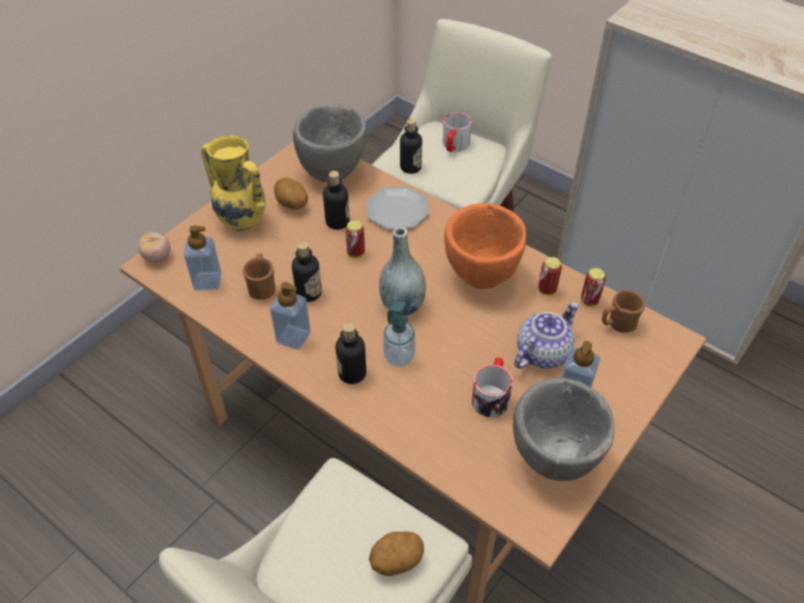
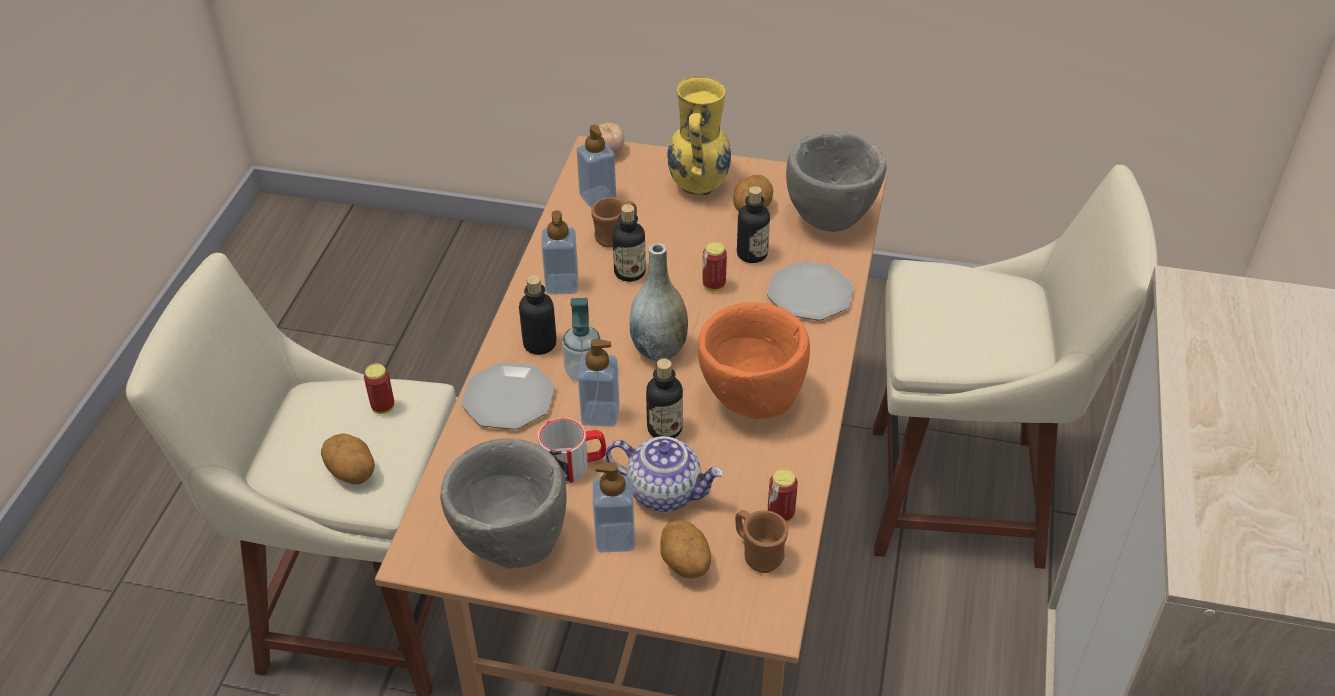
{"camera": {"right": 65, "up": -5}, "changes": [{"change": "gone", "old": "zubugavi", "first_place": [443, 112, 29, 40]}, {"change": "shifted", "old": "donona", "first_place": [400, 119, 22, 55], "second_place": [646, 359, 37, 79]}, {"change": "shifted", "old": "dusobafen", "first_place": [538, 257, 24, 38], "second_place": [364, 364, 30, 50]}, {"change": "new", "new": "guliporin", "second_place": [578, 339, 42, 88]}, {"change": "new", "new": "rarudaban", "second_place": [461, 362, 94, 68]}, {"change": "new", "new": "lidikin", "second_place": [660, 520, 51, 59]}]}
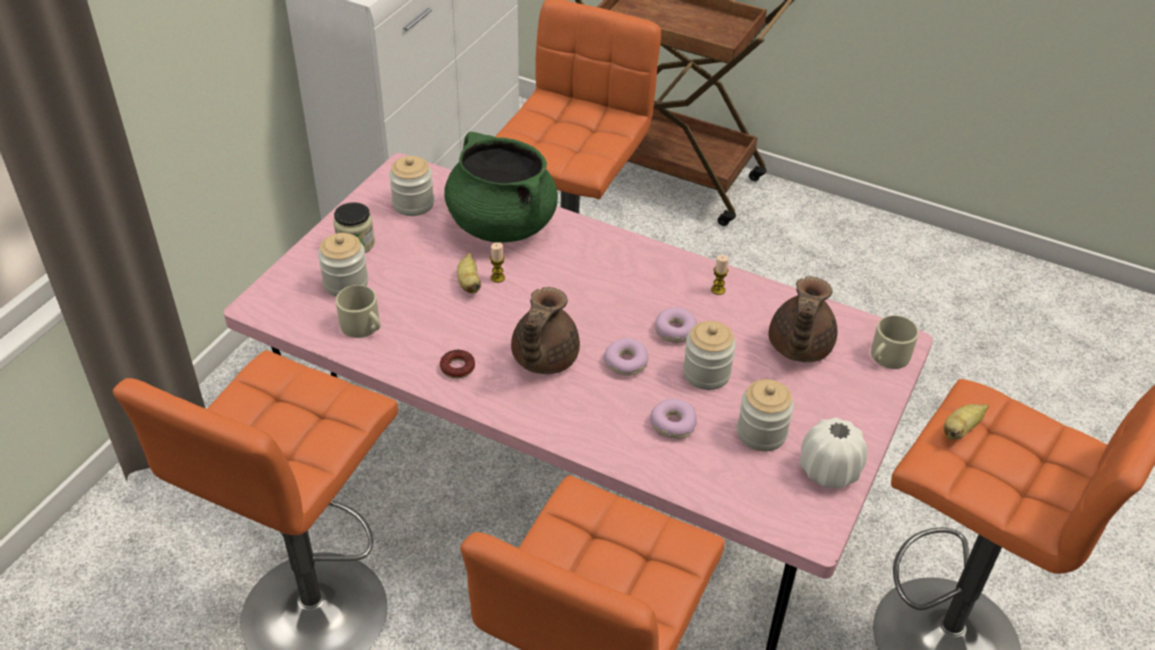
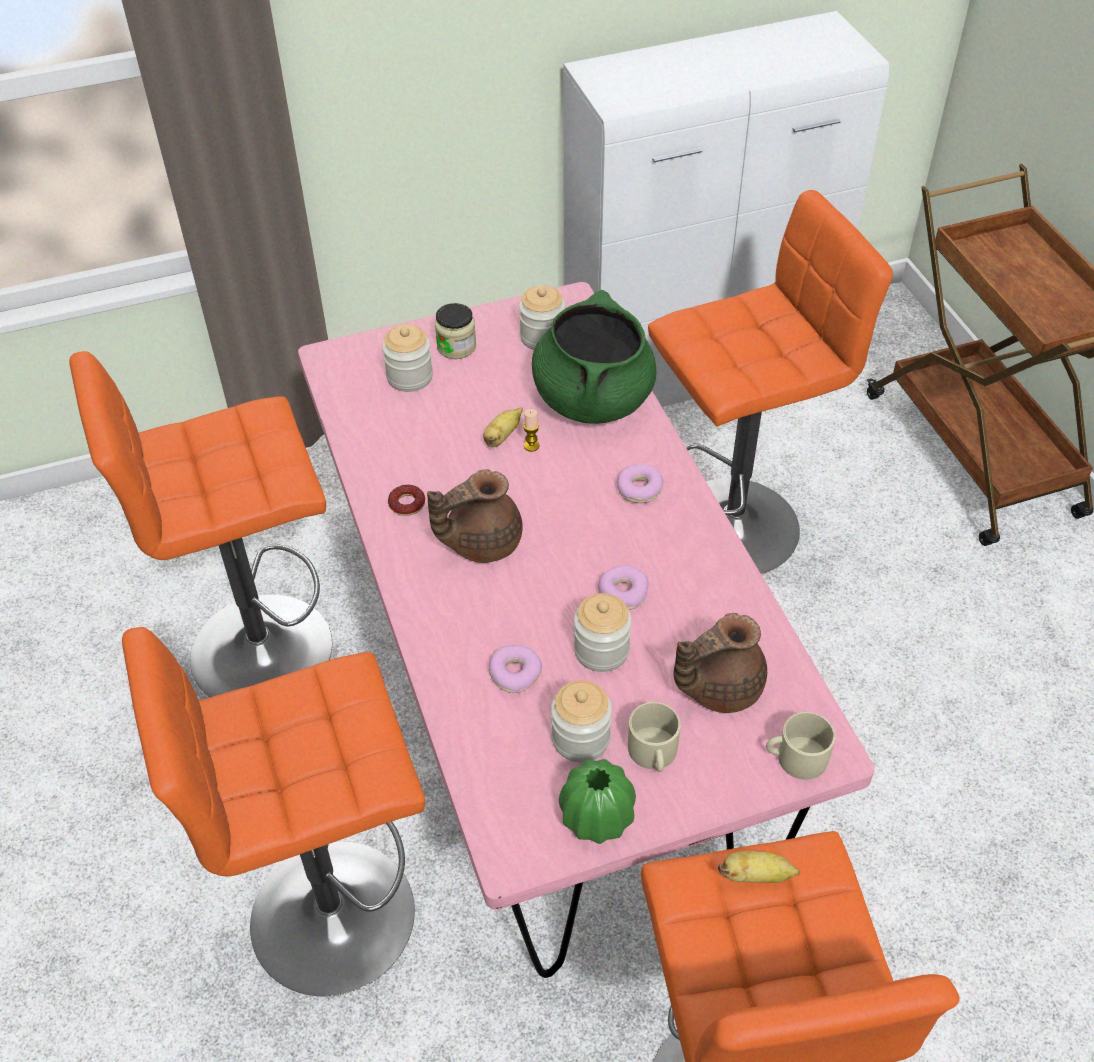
{"camera": {"right": 45, "up": 5}, "changes": [{"change": "gone", "old": "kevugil", "first_place": [711, 255, 18, 40]}, {"change": "shifted", "old": "zubugavi (beige)", "first_place": [336, 285, 45, 53], "second_place": [628, 702, 53, 70]}, {"change": "shifted", "old": "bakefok", "first_place": [603, 338, 46, 38], "second_place": [616, 464, 47, 39]}, {"change": "repainted", "old": "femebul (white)", "new": "femebul (green)", "first_place": [800, 418, 67, 70], "second_place": [559, 759, 77, 85]}]}
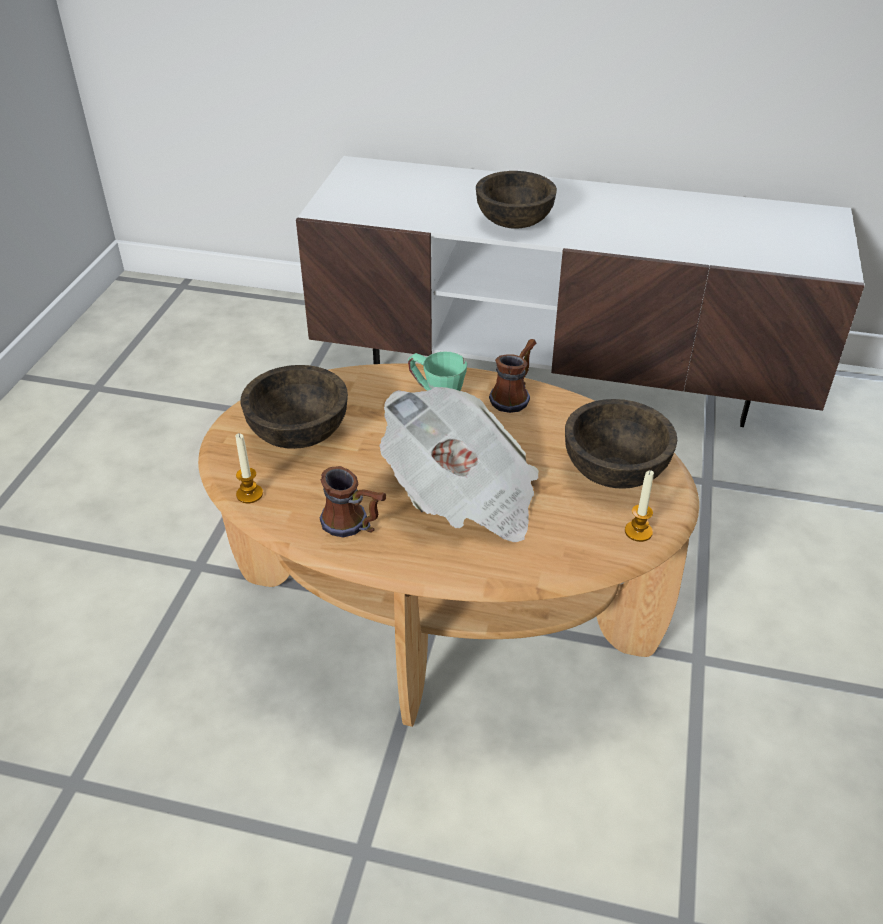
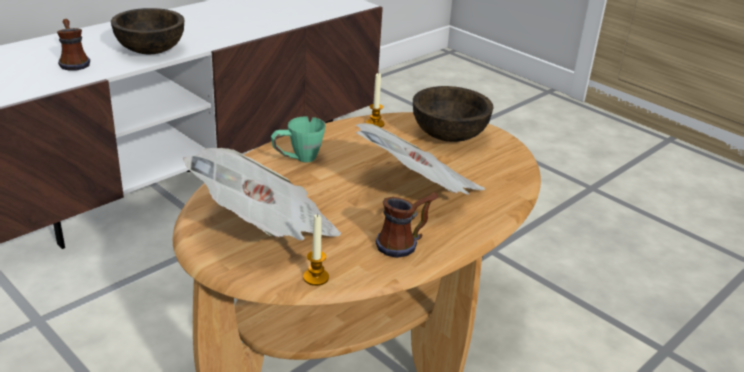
{"camera": {"right": -60, "up": -10}, "changes": [{"change": "shifted", "old": "zubugavi", "first_place": [489, 339, 48, 74], "second_place": [57, 19, 33, 52]}, {"change": "swapped", "old": "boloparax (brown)", "new": "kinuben", "first_place": [240, 365, 108, 84], "second_place": [183, 148, 158, 92]}, {"change": "shifted", "old": "kevugil", "first_place": [625, 471, 29, 71], "second_place": [366, 72, 19, 56]}]}
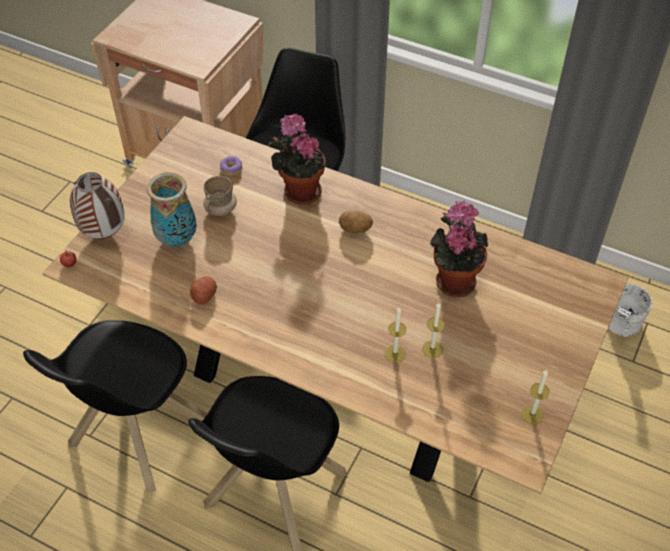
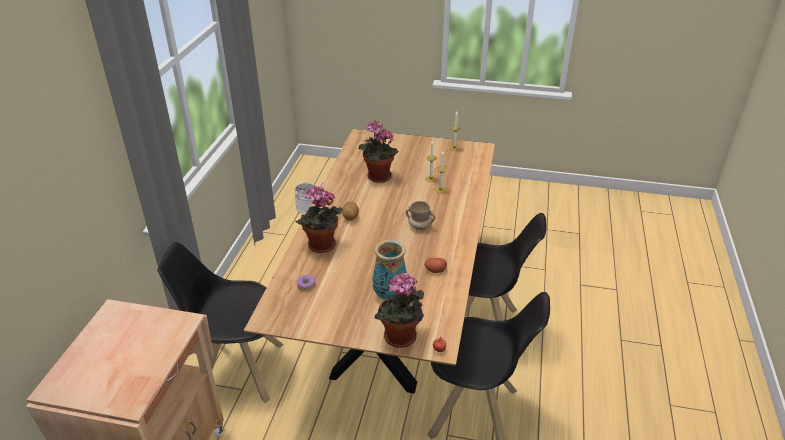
{"camera": {"right": -105, "up": -15}, "changes": [{"change": "swapped", "old": "femebul", "new": "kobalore", "first_place": [70, 172, 55, 67], "second_place": [375, 273, 49, 75]}, {"change": "shifted", "old": "zubugavi (beige)", "first_place": [203, 176, 34, 40], "second_place": [406, 201, 29, 29]}]}
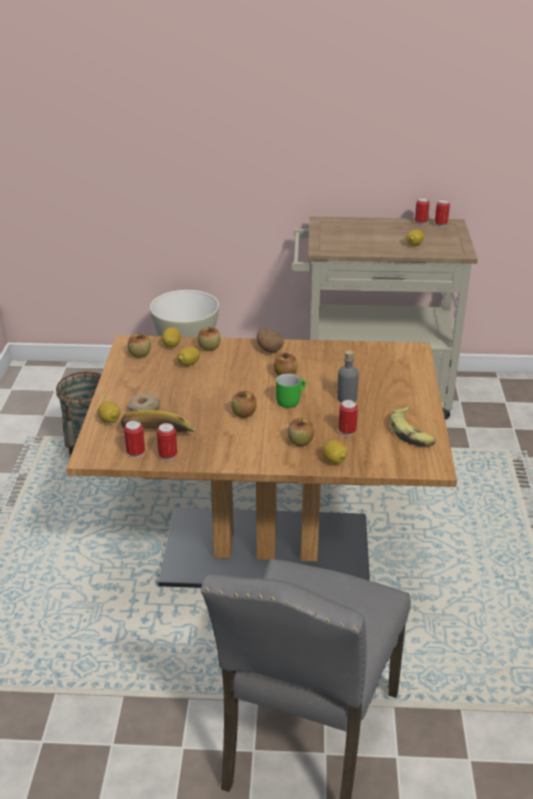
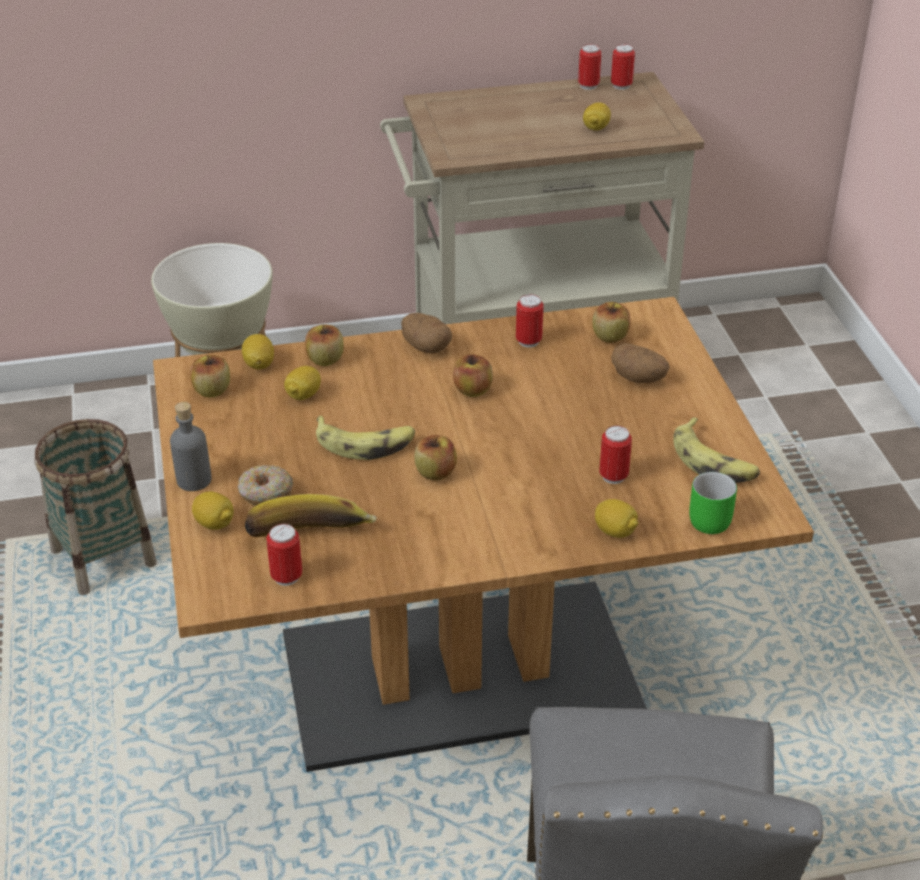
{"camera": {"right": -15, "up": 5}, "changes": [{"change": "shifted", "old": "donona (grey)", "first_place": [337, 350, 22, 53], "second_place": [170, 402, 42, 89]}, {"change": "shifted", "old": "zubugavi (green)", "first_place": [276, 373, 30, 35], "second_place": [689, 472, 48, 62]}, {"change": "shifted", "old": "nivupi", "first_place": [288, 418, 26, 28], "second_place": [592, 302, 38, 41]}, {"change": "shifted", "old": "dusobafen", "first_place": [157, 423, 20, 37], "second_place": [516, 294, 28, 53]}, {"change": "new", "new": "lidikin", "second_place": [611, 343, 59, 40]}, {"change": "new", "new": "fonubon", "second_place": [316, 416, 99, 44]}]}
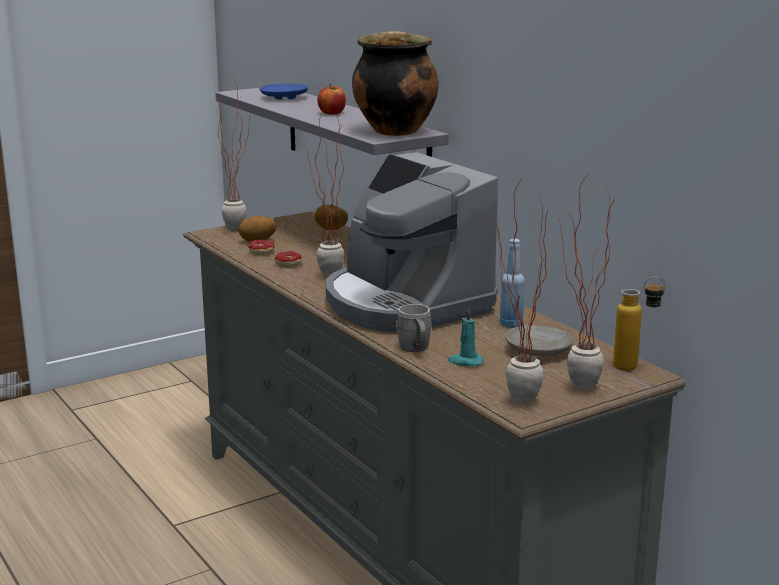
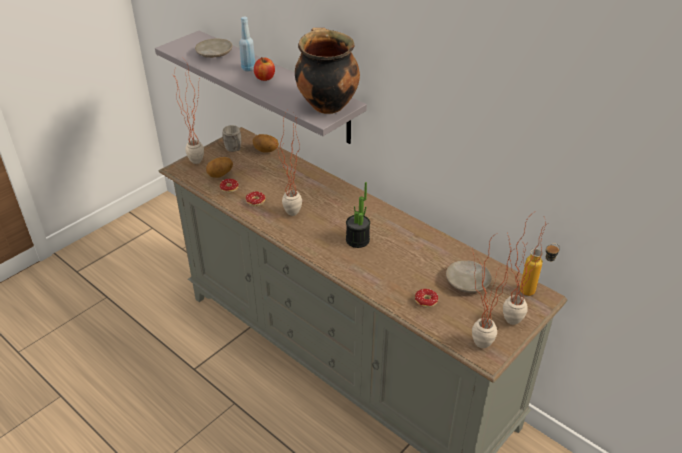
{"camera": {"right": -15, "up": 20}, "changes": [{"change": "repainted", "old": "rarudaban (blue)", "new": "rarudaban (beige)", "first_place": [260, 84, 48, 16], "second_place": [195, 39, 38, 19]}, {"change": "swapped", "old": "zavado", "new": "kobalore", "first_place": [325, 152, 173, 180], "second_place": [346, 182, 24, 66]}, {"change": "shifted", "old": "donona (blue)", "first_place": [500, 239, 25, 89], "second_place": [239, 17, 16, 55]}, {"change": "shifted", "old": "zubugavi (grey)", "first_place": [396, 304, 35, 48], "second_place": [222, 125, 19, 27]}, {"change": "swapped", "old": "kevugil (turquoise)", "new": "bakefok", "first_place": [448, 308, 36, 58], "second_place": [415, 289, 23, 19]}]}
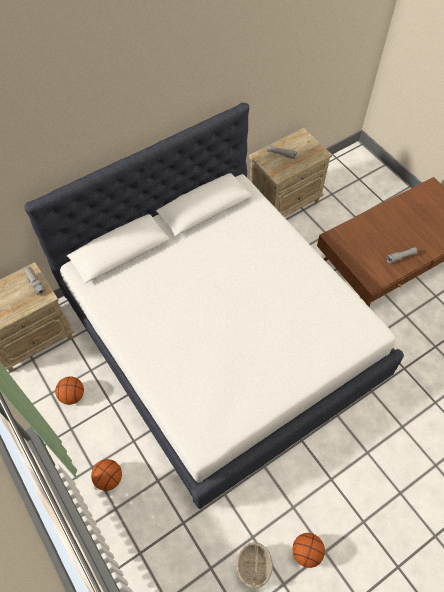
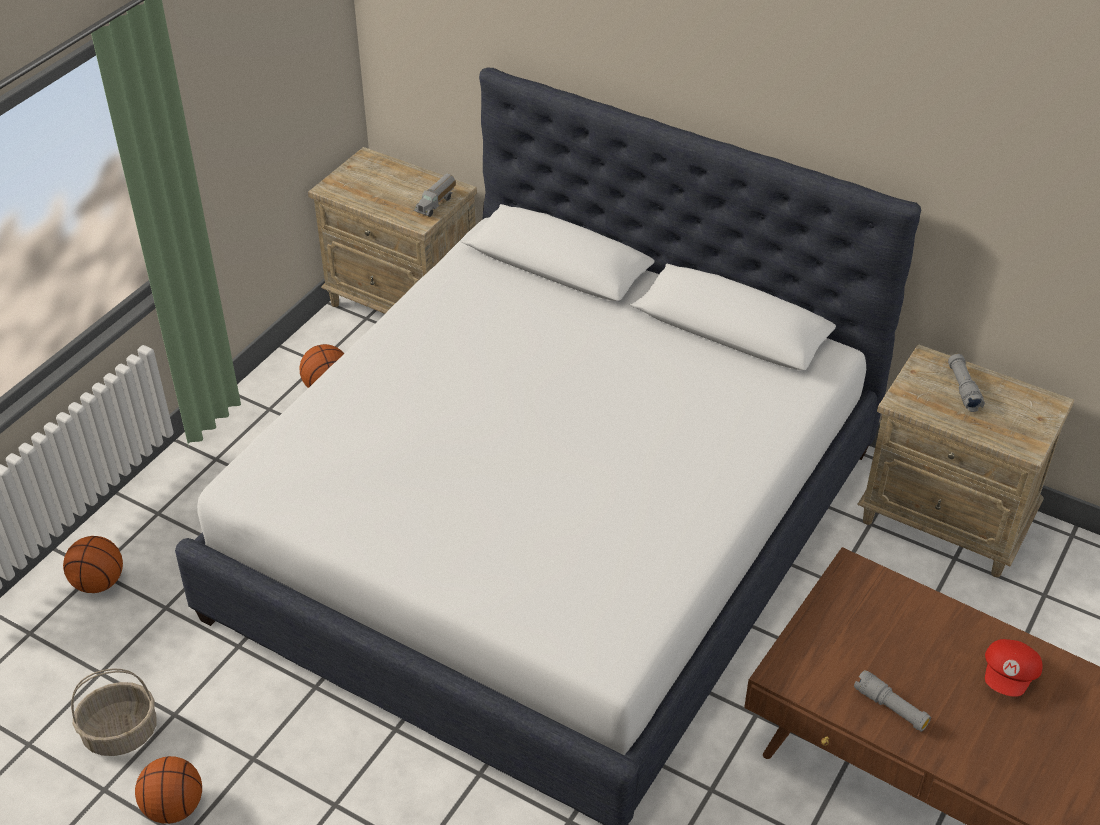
{"camera": {"right": 65, "up": -15}, "changes": [{"change": "shifted", "old": "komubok", "first_place": [91, 459, 31, 32], "second_place": [63, 536, 60, 57]}, {"change": "new", "new": "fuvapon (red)", "second_place": [985, 639, 57, 58]}]}
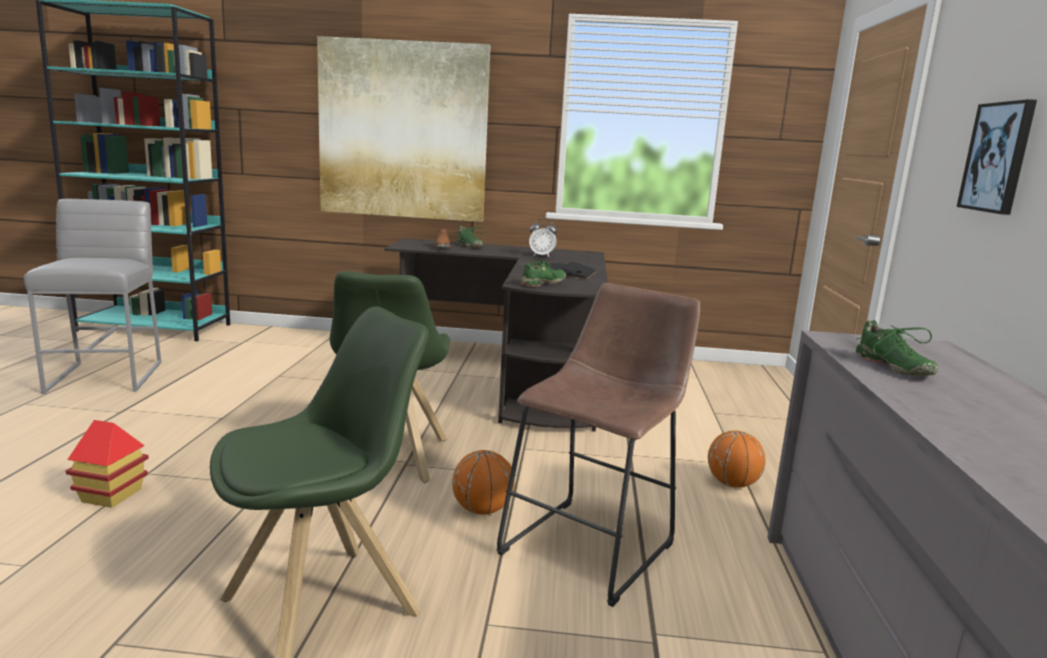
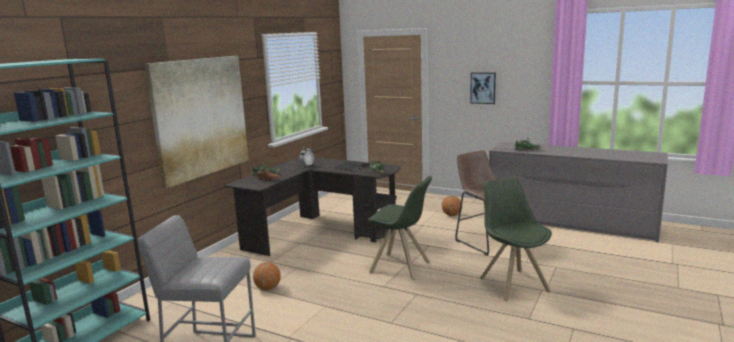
{"camera": {"right": -65, "up": 0}, "changes": [{"change": "gone", "old": "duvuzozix", "first_place": [66, 420, 83, 88]}, {"change": "shifted", "old": "komubok", "first_place": [452, 450, 63, 65], "second_place": [253, 262, 28, 28]}]}
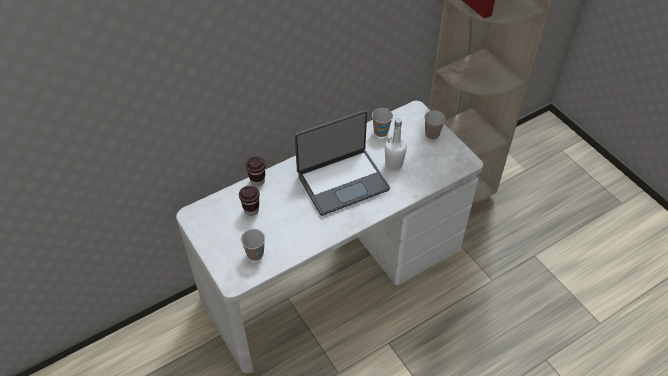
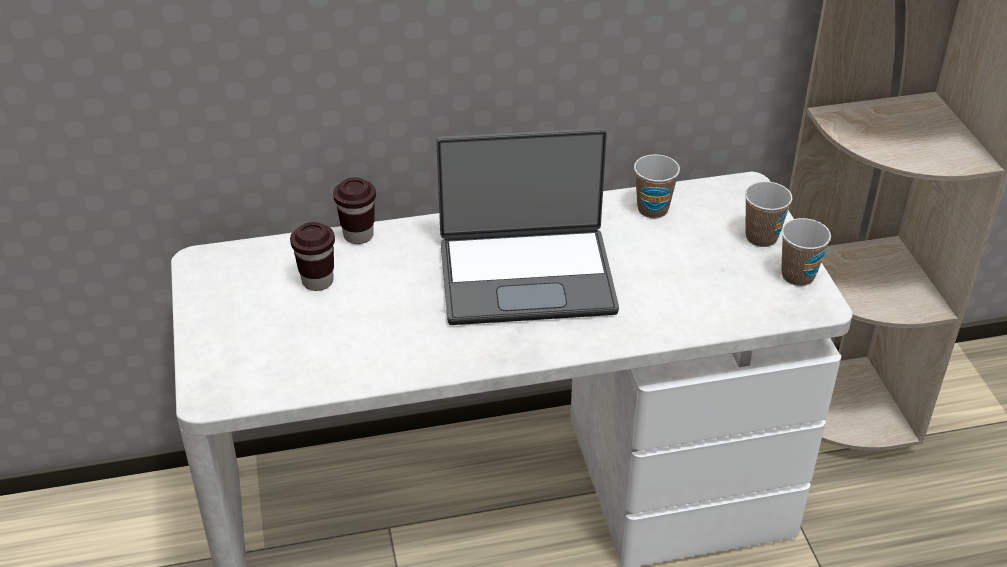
{"camera": {"right": 20, "up": -10}, "changes": [{"change": "gone", "old": "donona (white)", "first_place": [385, 118, 22, 52]}, {"change": "shifted", "old": "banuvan", "first_place": [241, 229, 24, 32], "second_place": [781, 218, 50, 68]}]}
